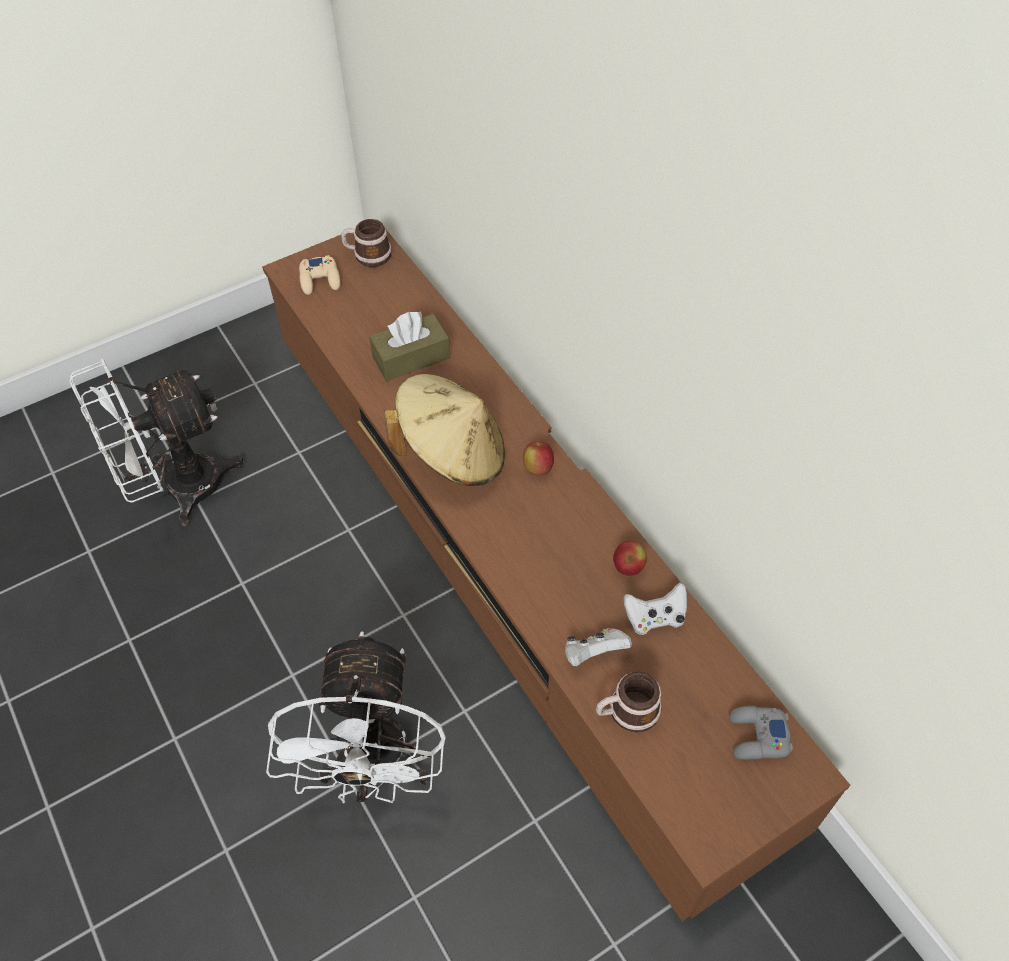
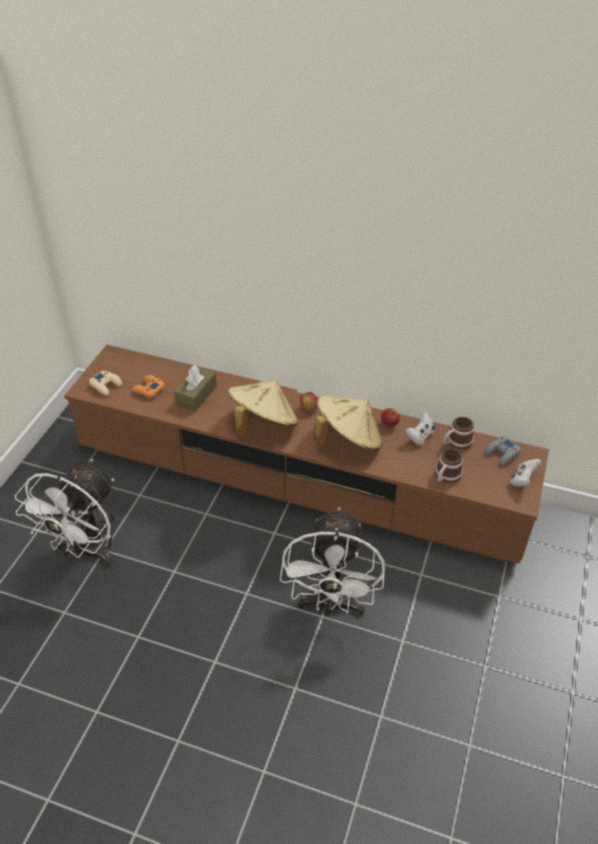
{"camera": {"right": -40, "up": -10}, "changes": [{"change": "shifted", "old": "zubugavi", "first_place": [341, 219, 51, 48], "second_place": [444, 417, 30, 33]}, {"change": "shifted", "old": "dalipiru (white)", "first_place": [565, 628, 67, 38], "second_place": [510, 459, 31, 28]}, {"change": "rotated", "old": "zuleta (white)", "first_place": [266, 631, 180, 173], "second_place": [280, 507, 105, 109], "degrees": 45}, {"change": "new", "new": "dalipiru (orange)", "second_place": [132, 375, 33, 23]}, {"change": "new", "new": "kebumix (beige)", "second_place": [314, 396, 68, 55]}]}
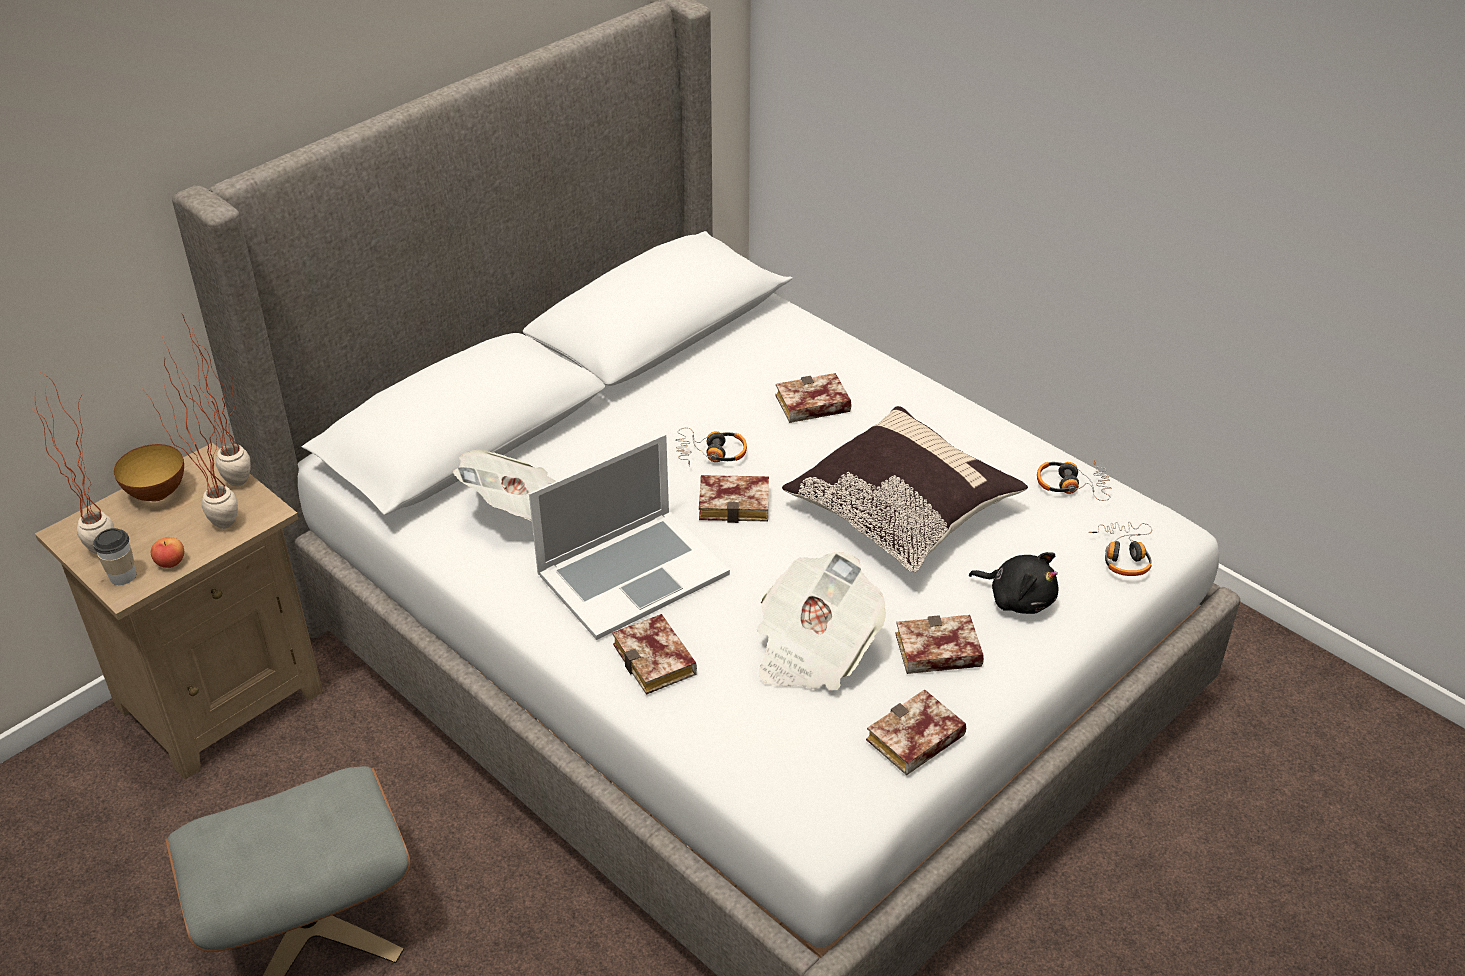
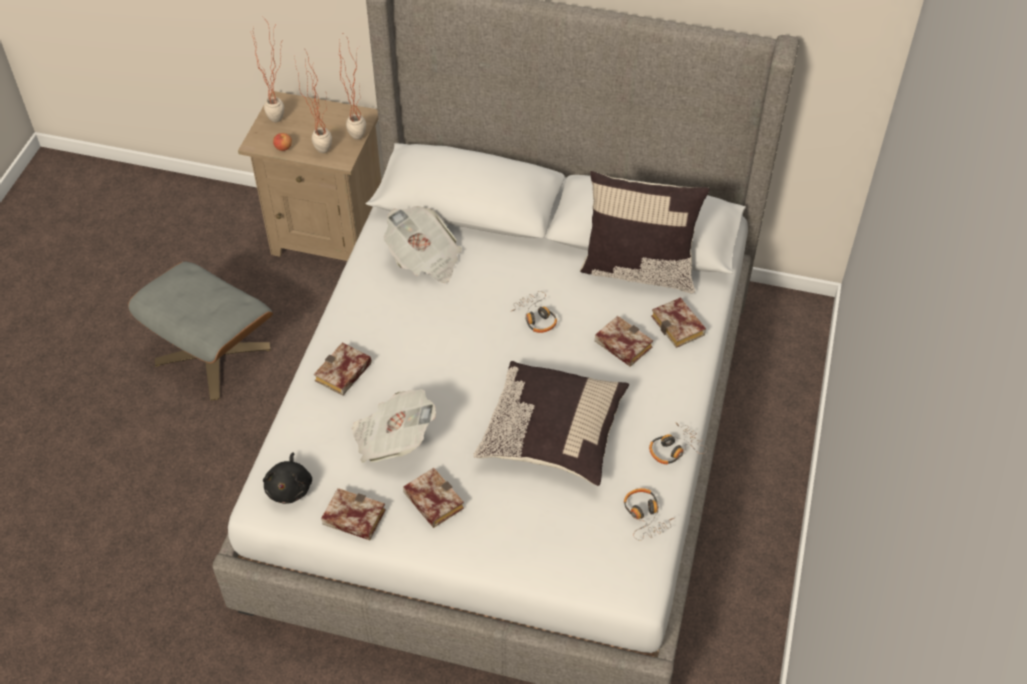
{"camera": {"right": 60, "up": 10}, "changes": [{"change": "gone", "old": "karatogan", "first_place": [529, 434, 201, 206]}, {"change": "gone", "old": "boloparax", "first_place": [114, 444, 70, 57]}, {"change": "shifted", "old": "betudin", "first_place": [699, 475, 70, 48], "second_place": [651, 297, 55, 51]}, {"change": "shifted", "old": "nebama", "first_place": [1089, 522, 63, 54], "second_place": [649, 423, 58, 41]}, {"change": "gone", "old": "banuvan", "first_place": [93, 528, 43, 57]}, {"change": "shifted", "old": "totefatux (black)", "first_place": [969, 552, 89, 62], "second_place": [263, 453, 49, 51]}, {"change": "new", "new": "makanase", "second_place": [580, 171, 130, 123]}]}
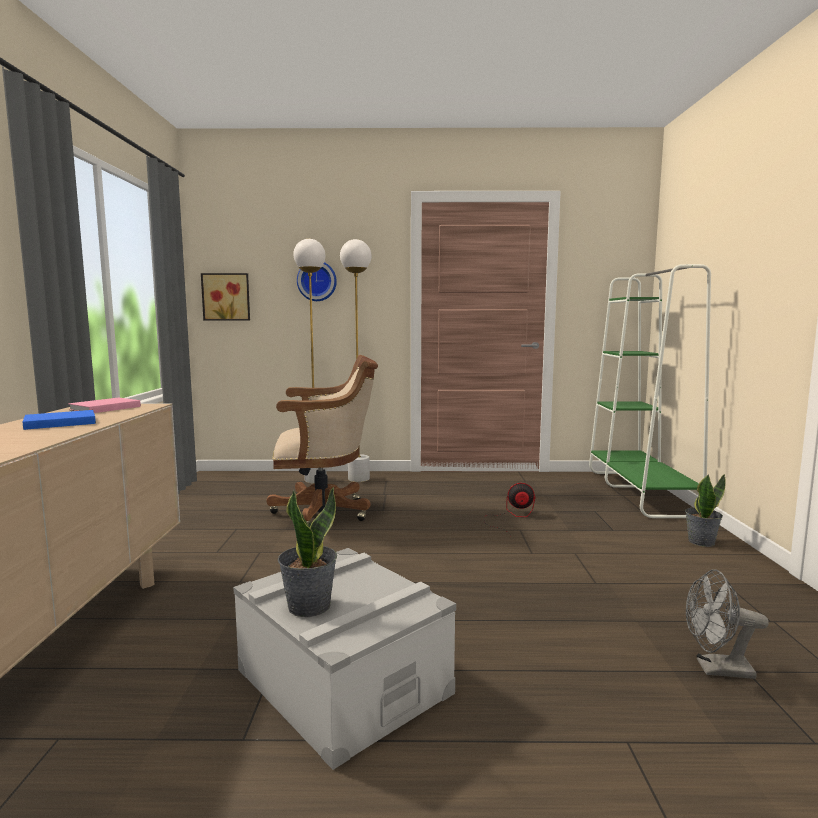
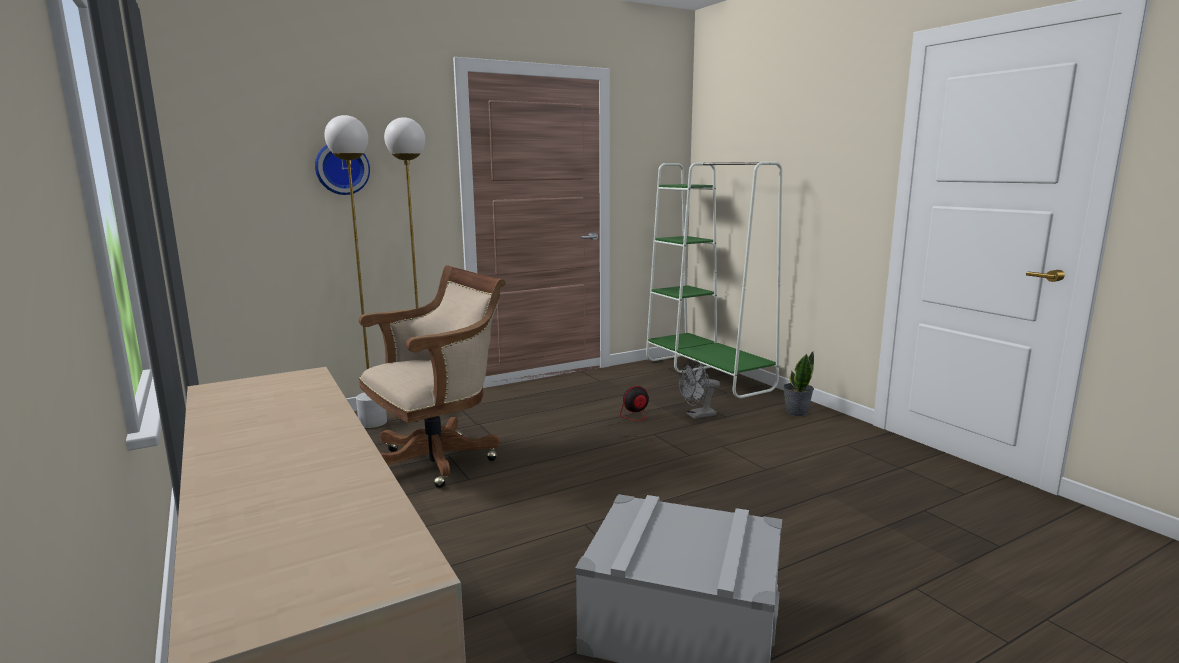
{"camera": {"right": -30, "up": 5}, "changes": [{"change": "gone", "old": "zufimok", "first_place": [201, 273, 49, 48]}, {"change": "gone", "old": "betudin (pink)", "first_place": [68, 397, 73, 16]}, {"change": "gone", "old": "betudin (blue)", "first_place": [23, 410, 73, 20]}, {"change": "gone", "old": "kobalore", "first_place": [278, 487, 59, 130]}, {"change": "shifted", "old": "zuleta (grey)", "first_place": [686, 569, 83, 110], "second_place": [679, 360, 41, 59]}]}
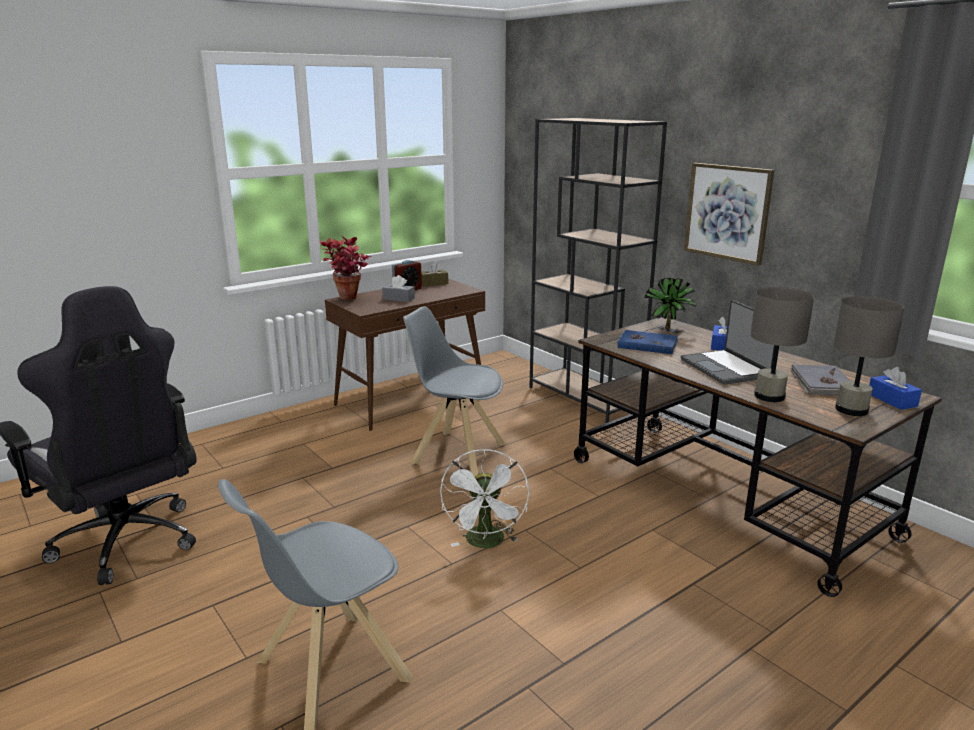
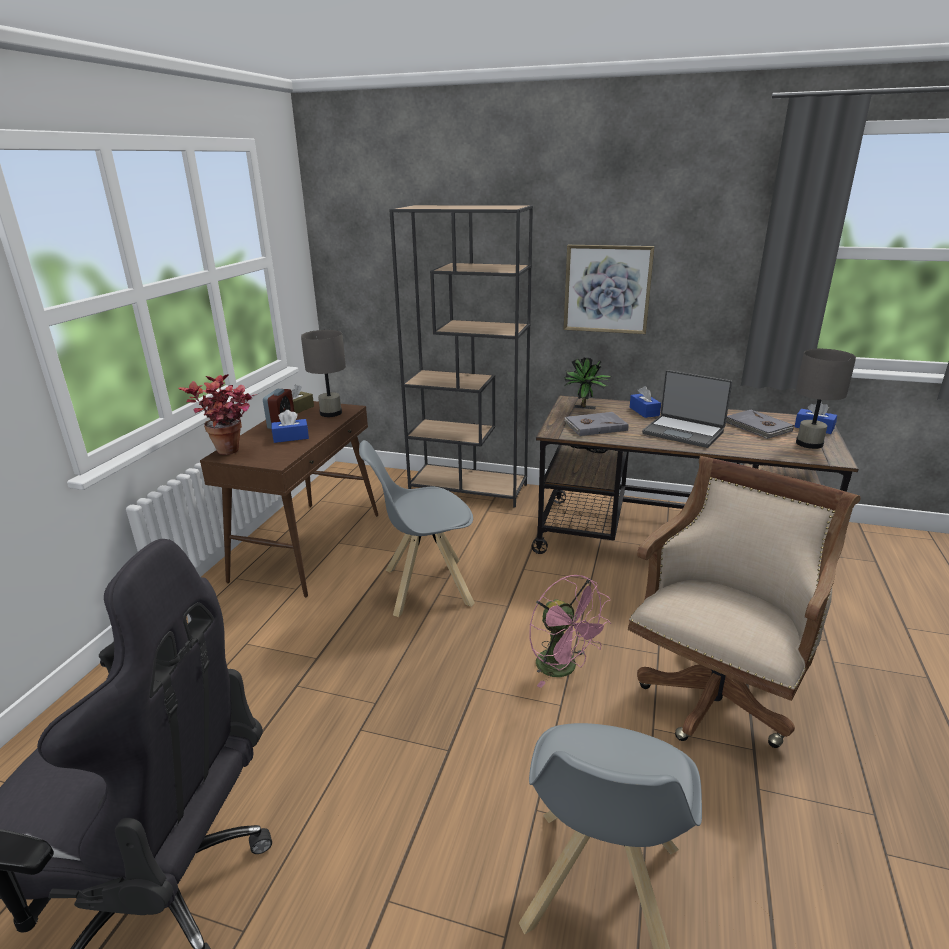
{"camera": {"right": -35, "up": 5}, "changes": [{"change": "repainted", "old": "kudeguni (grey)", "new": "kudeguni (blue)", "first_place": [382, 275, 33, 27], "second_place": [271, 410, 38, 33]}, {"change": "shifted", "old": "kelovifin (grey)", "first_place": [751, 287, 63, 115], "second_place": [301, 330, 45, 87]}, {"change": "repainted", "old": "betudin (blue)", "new": "betudin (grey)", "first_place": [617, 330, 61, 24], "second_place": [564, 412, 65, 24]}, {"change": "repainted", "old": "zuleta (white)", "new": "zuleta (pink)", "first_place": [440, 449, 89, 99], "second_place": [529, 575, 83, 113]}, {"change": "new", "new": "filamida", "second_place": [628, 456, 232, 292]}]}
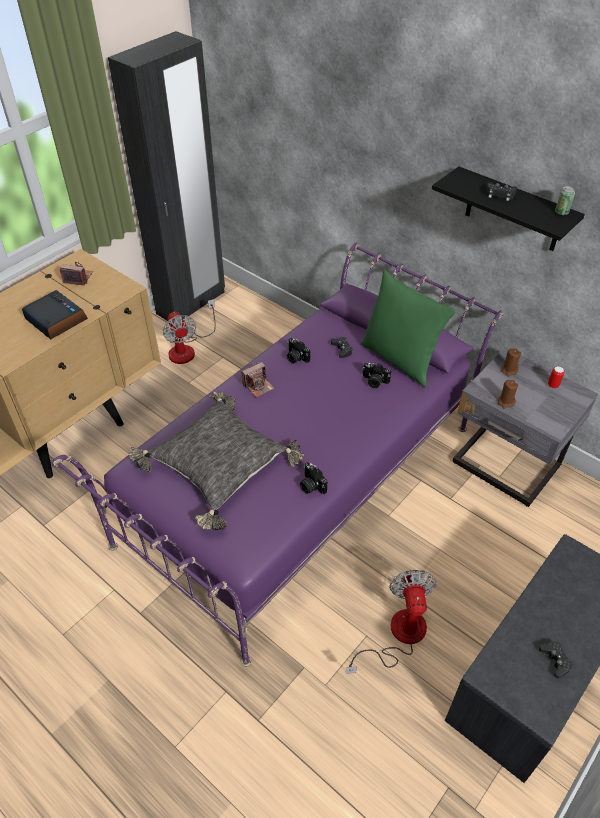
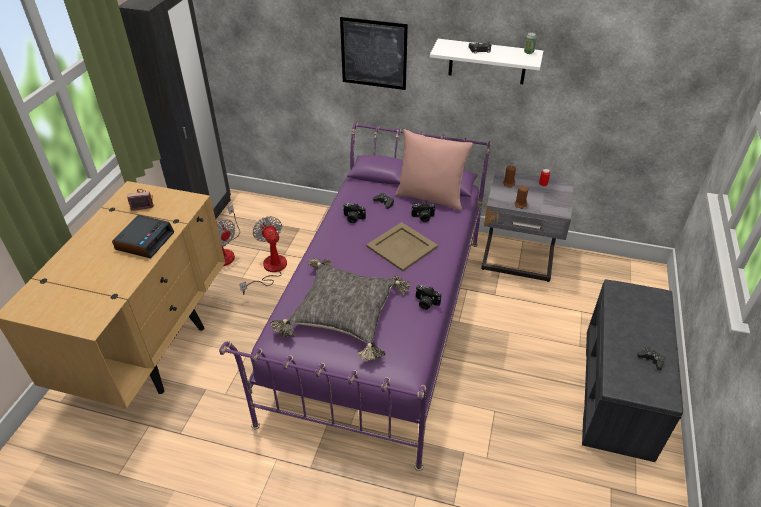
{"camera": {"right": -25, "up": -5}, "changes": [{"change": "repainted", "old": "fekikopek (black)", "new": "fekikopek (white)", "first_place": [432, 166, 153, 85], "second_place": [430, 39, 113, 45]}, {"change": "repainted", "old": "makanase (green)", "new": "makanase (pink)", "first_place": [361, 269, 95, 118], "second_place": [395, 129, 79, 82]}, {"change": "rotated", "old": "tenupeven", "first_place": [22, 290, 66, 49], "second_place": [112, 215, 62, 44], "degrees": 90}, {"change": "gone", "old": "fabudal", "first_place": [241, 361, 33, 36]}, {"change": "shifted", "old": "zuleta", "first_place": [346, 570, 91, 104], "second_place": [239, 216, 48, 79]}, {"change": "new", "new": "zufimok", "second_place": [340, 17, 68, 73]}, {"change": "new", "new": "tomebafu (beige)", "second_place": [366, 222, 72, 49]}]}
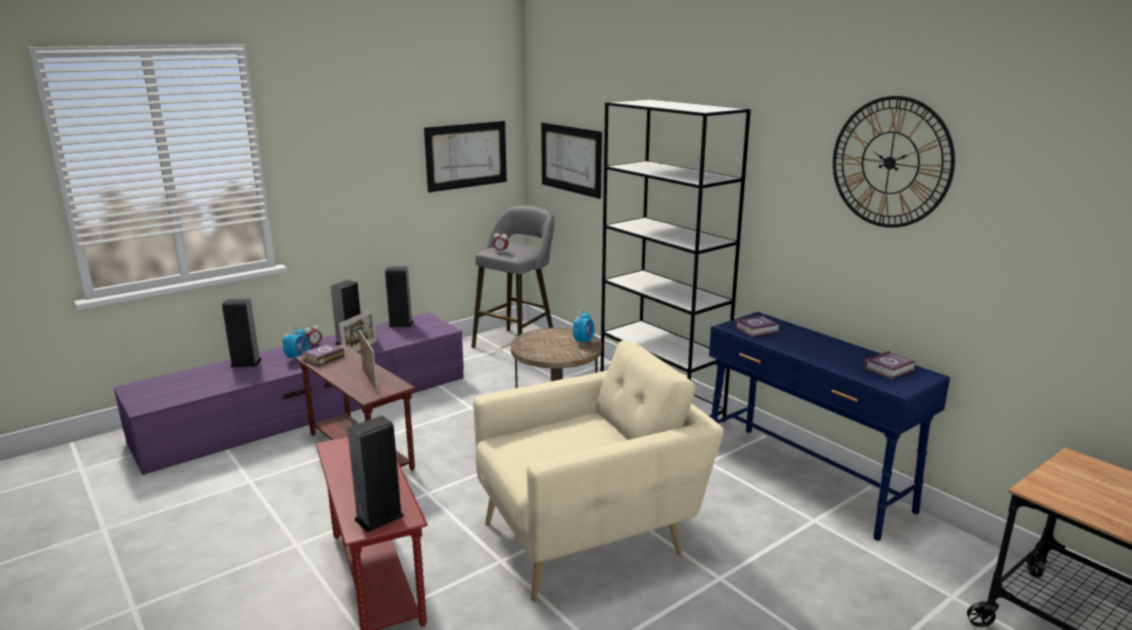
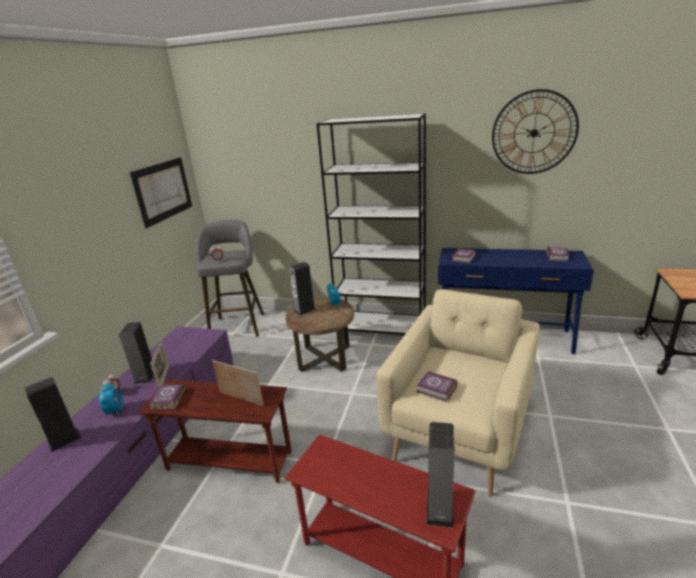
{"camera": {"right": -35, "up": 5}, "changes": [{"change": "gone", "old": "zufimok", "first_place": [541, 123, 61, 76]}, {"change": "shifted", "old": "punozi", "first_place": [385, 267, 29, 60], "second_place": [289, 262, 27, 53]}, {"change": "new", "new": "betudin", "second_place": [417, 371, 40, 31]}]}
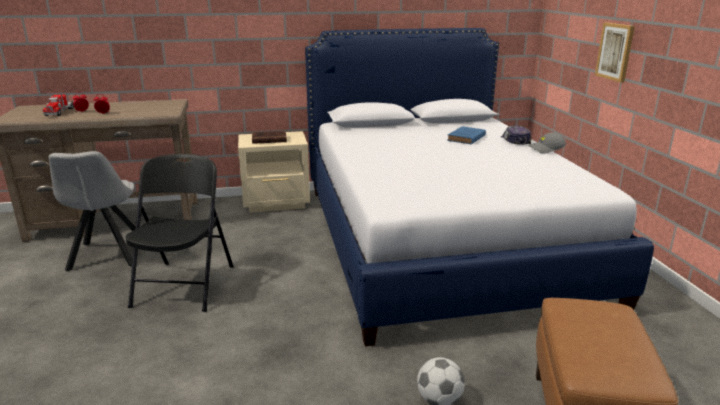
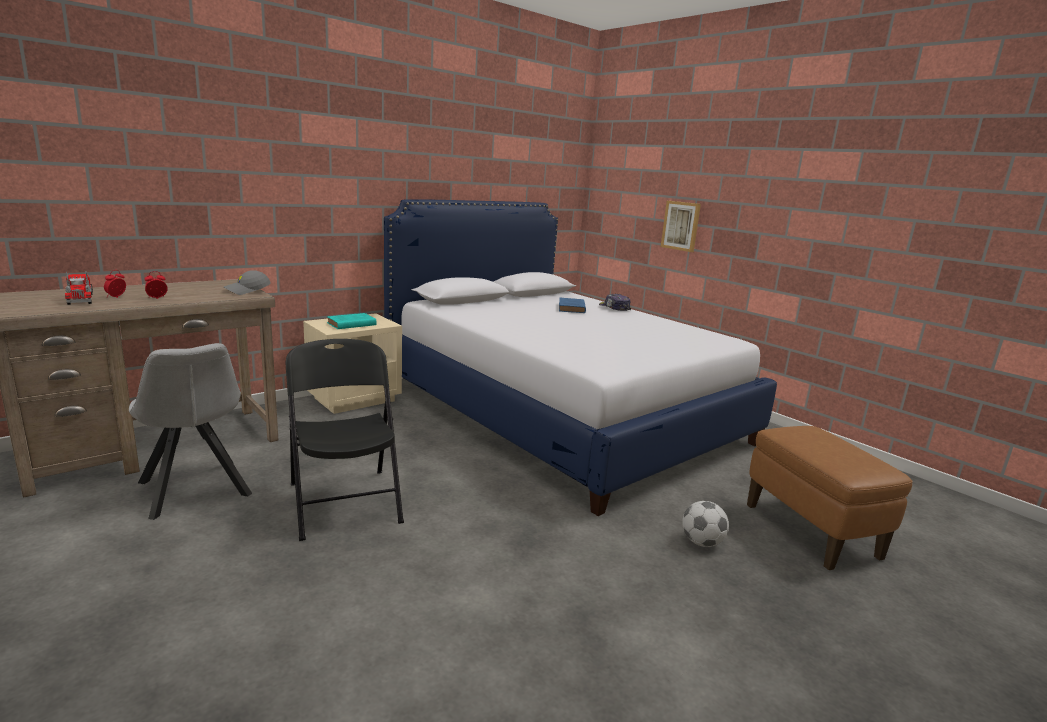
{"camera": {"right": -30, "up": -5}, "changes": [{"change": "repainted", "old": "betudin (brown)", "new": "betudin (turquoise)", "first_place": [252, 131, 35, 13], "second_place": [327, 313, 49, 16]}, {"change": "shifted", "old": "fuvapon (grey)", "first_place": [528, 132, 38, 22], "second_place": [224, 270, 47, 25]}]}
